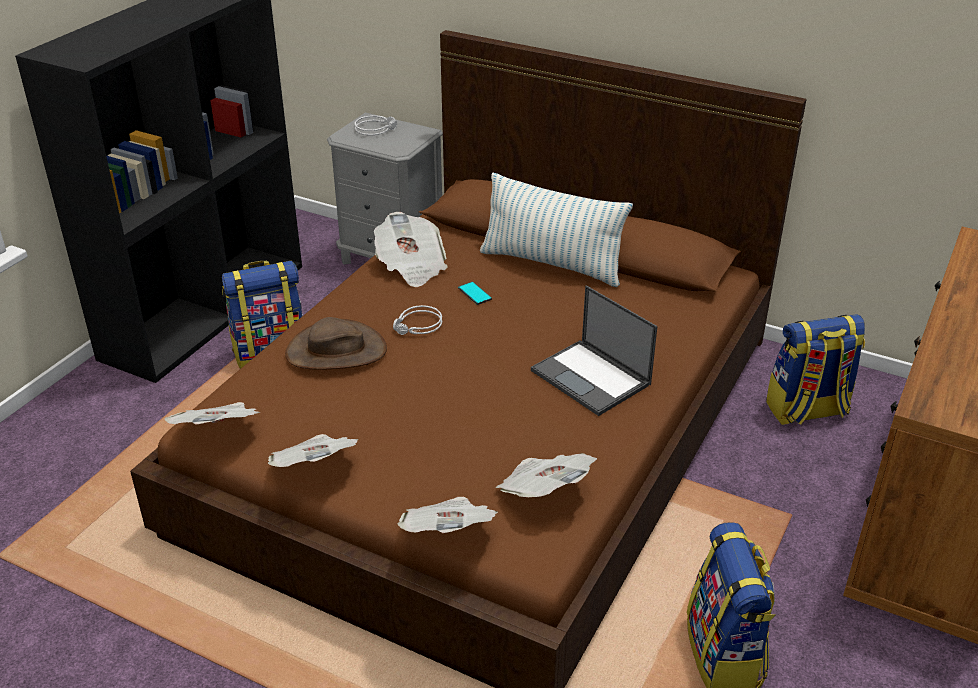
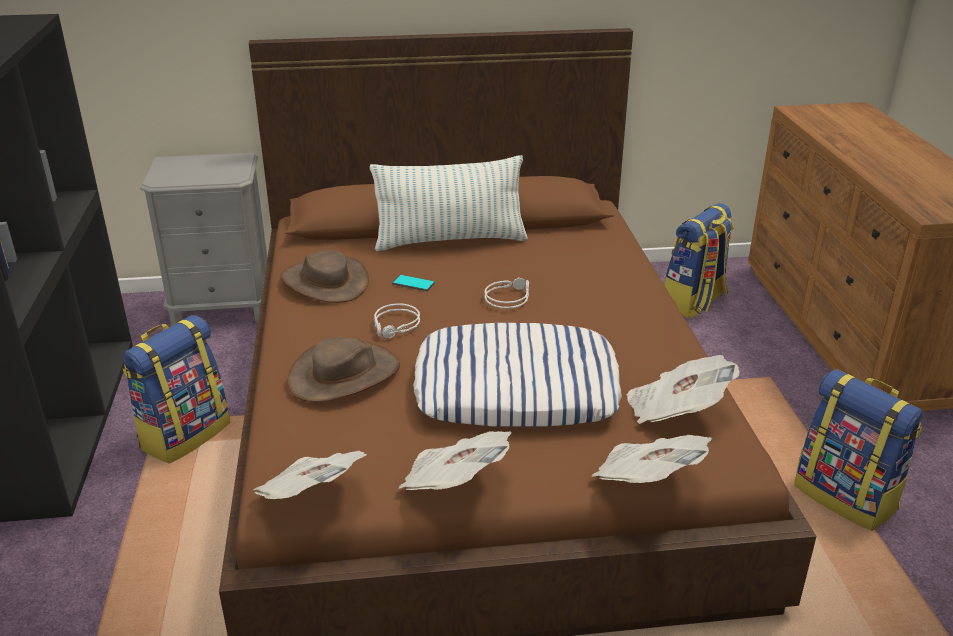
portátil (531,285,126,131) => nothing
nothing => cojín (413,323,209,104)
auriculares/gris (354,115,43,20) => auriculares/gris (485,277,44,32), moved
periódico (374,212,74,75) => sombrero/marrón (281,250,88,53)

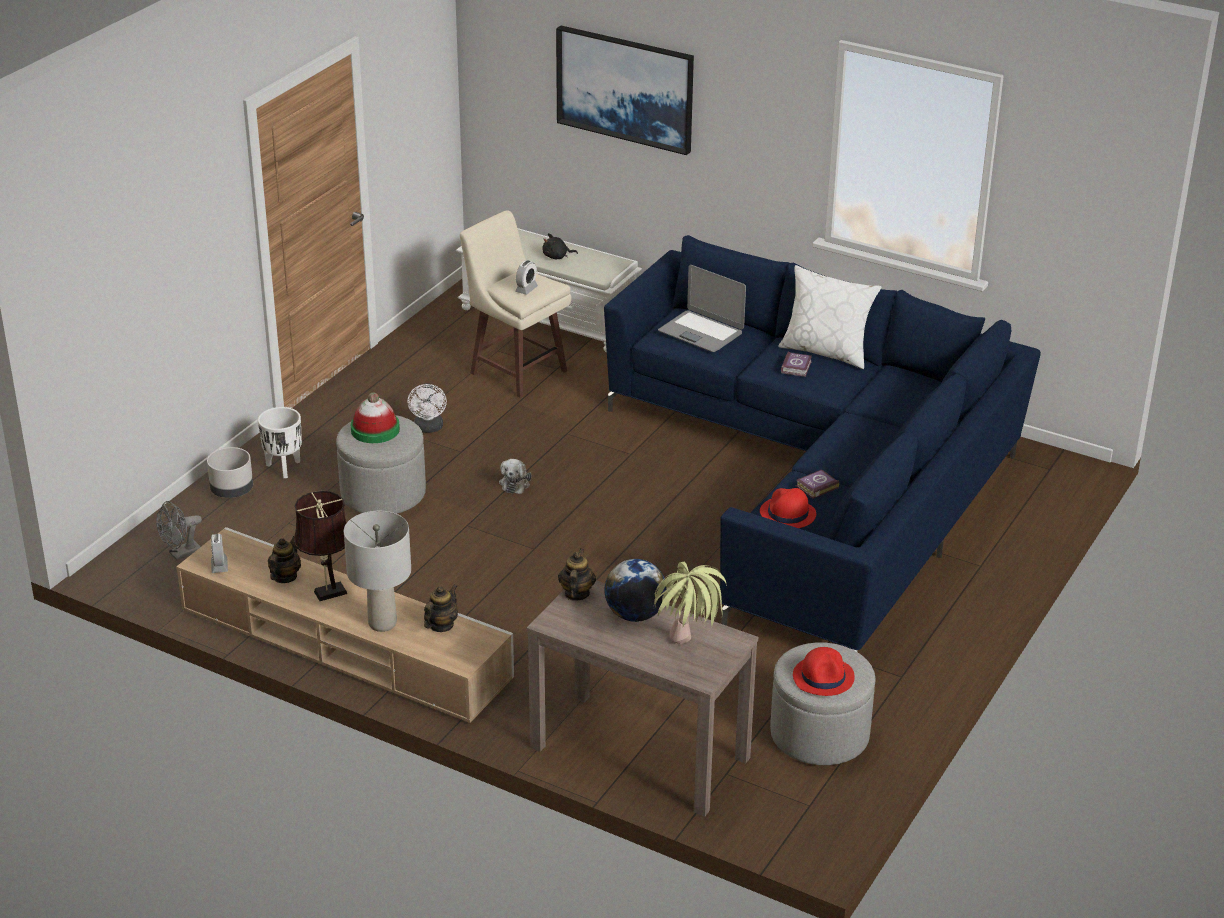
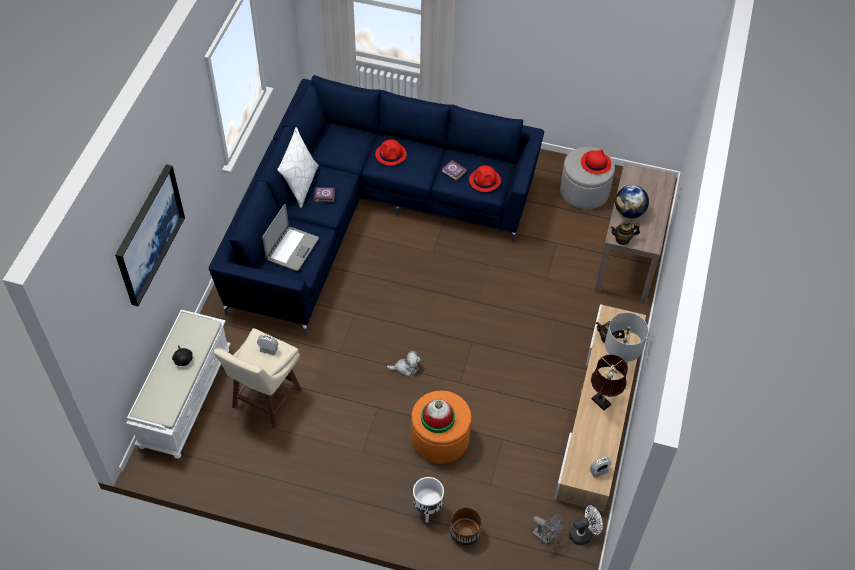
tetera (268,536,33,47) => nothing
planta en maceta (654,562,72,82) => nothing
nothing => sombrero/rojo (375,139,32,27)
ventilador/blanco (408,383,39,50) => ventilador/blanco (569,505,34,40), moved
maceta/gris (207,447,46,51) => maceta/marrón (450,507,32,39)
puf/gris (336,415,90,99) => puf/naranja (411,391,60,73)

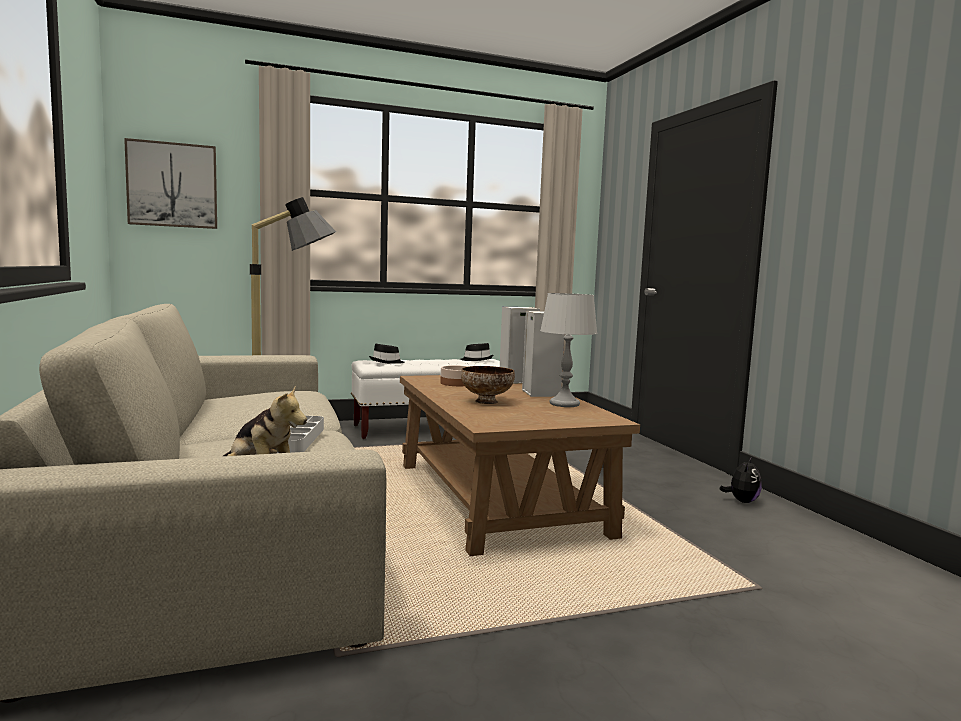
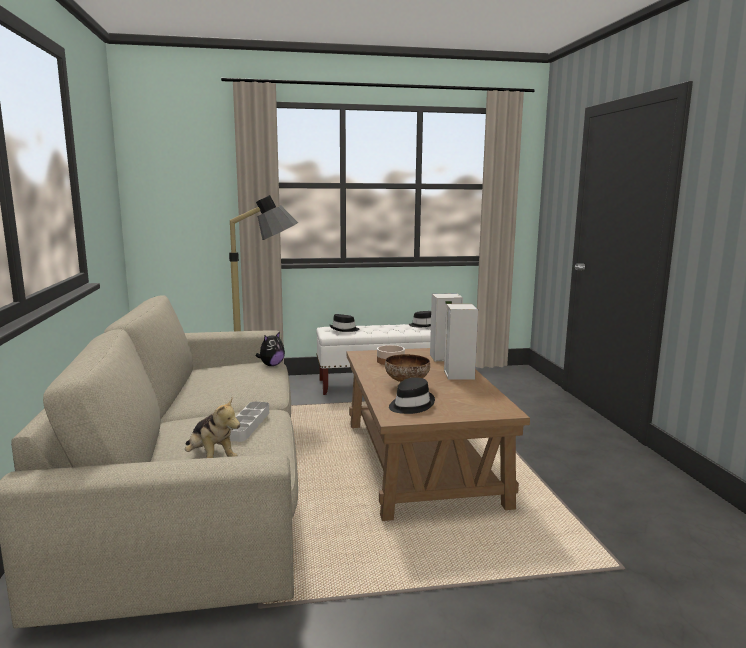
cuadro (124,138,93,91) => nothing
lámpara de mesa/gris (540,293,57,114) => nothing
nothing => sombrero/negro (389,377,46,37)
peluche (720,458,42,45) => peluche (256,332,29,34), moved

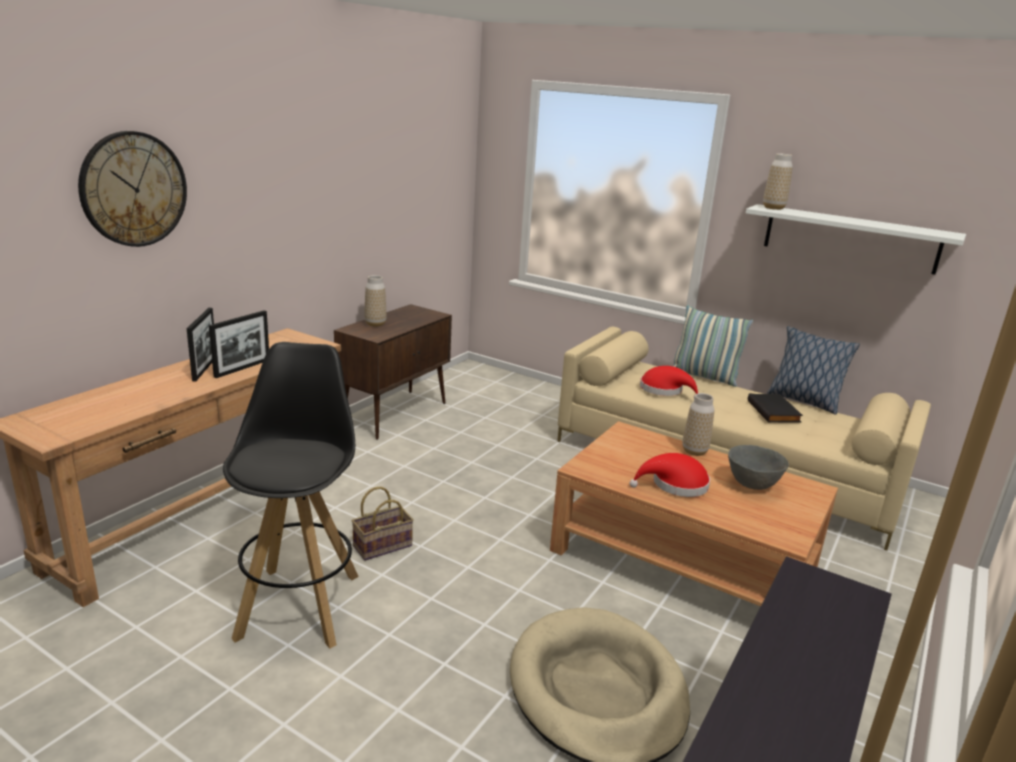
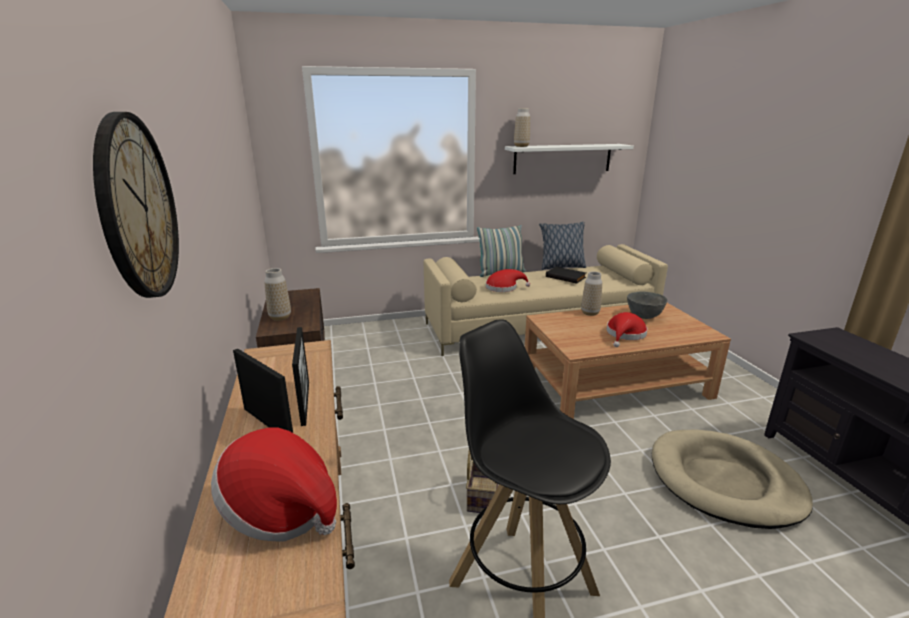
nothing => sombrero (211,427,126,115)

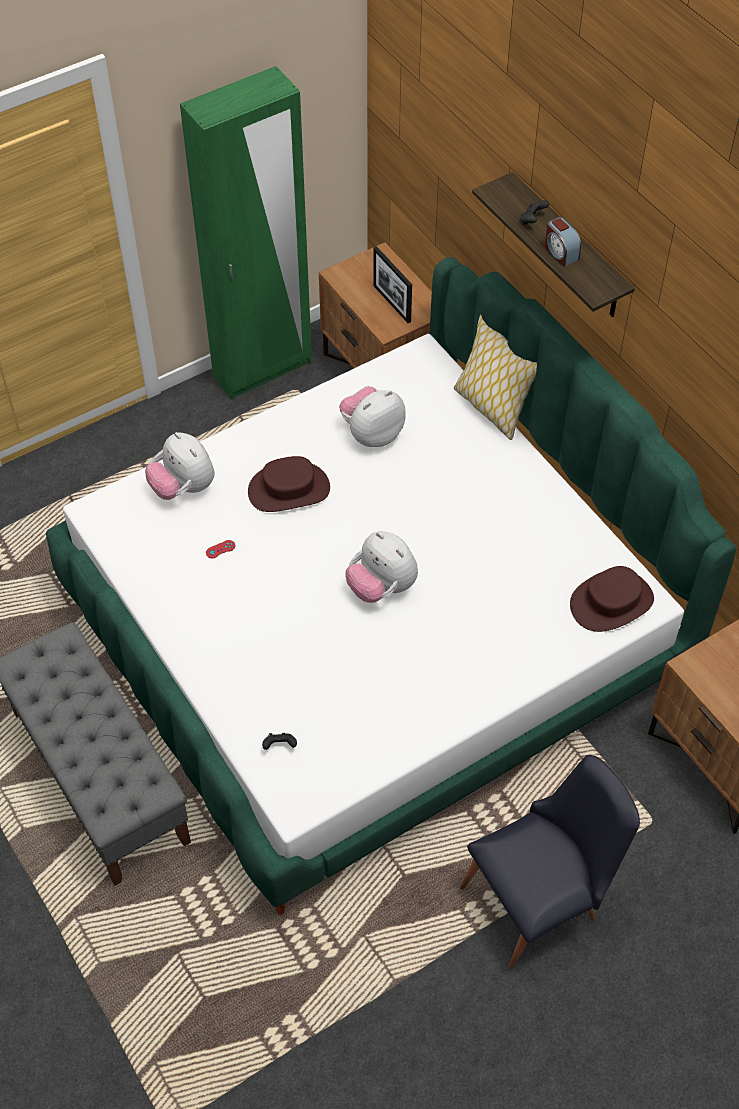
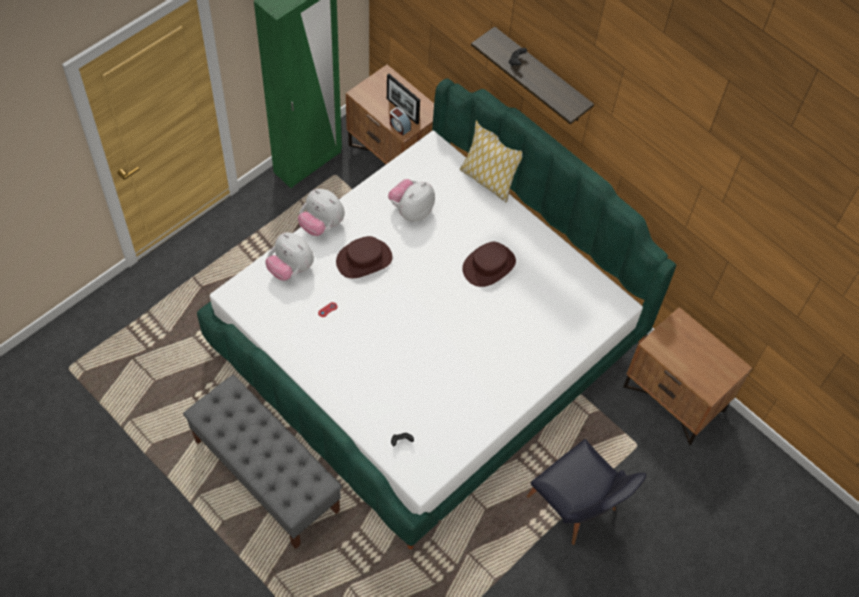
peluche (345,531,73,72) => peluche (298,189,47,47), moved
despertador (545,217,36,49) => despertador (390,107,21,29), moved
sombrero/marrón (570,566,84,66) => sombrero/marrón (462,242,54,45), moved
silla/negro (460,755,180,214) => silla/negro (527,439,119,106), 90 degrees clockwise

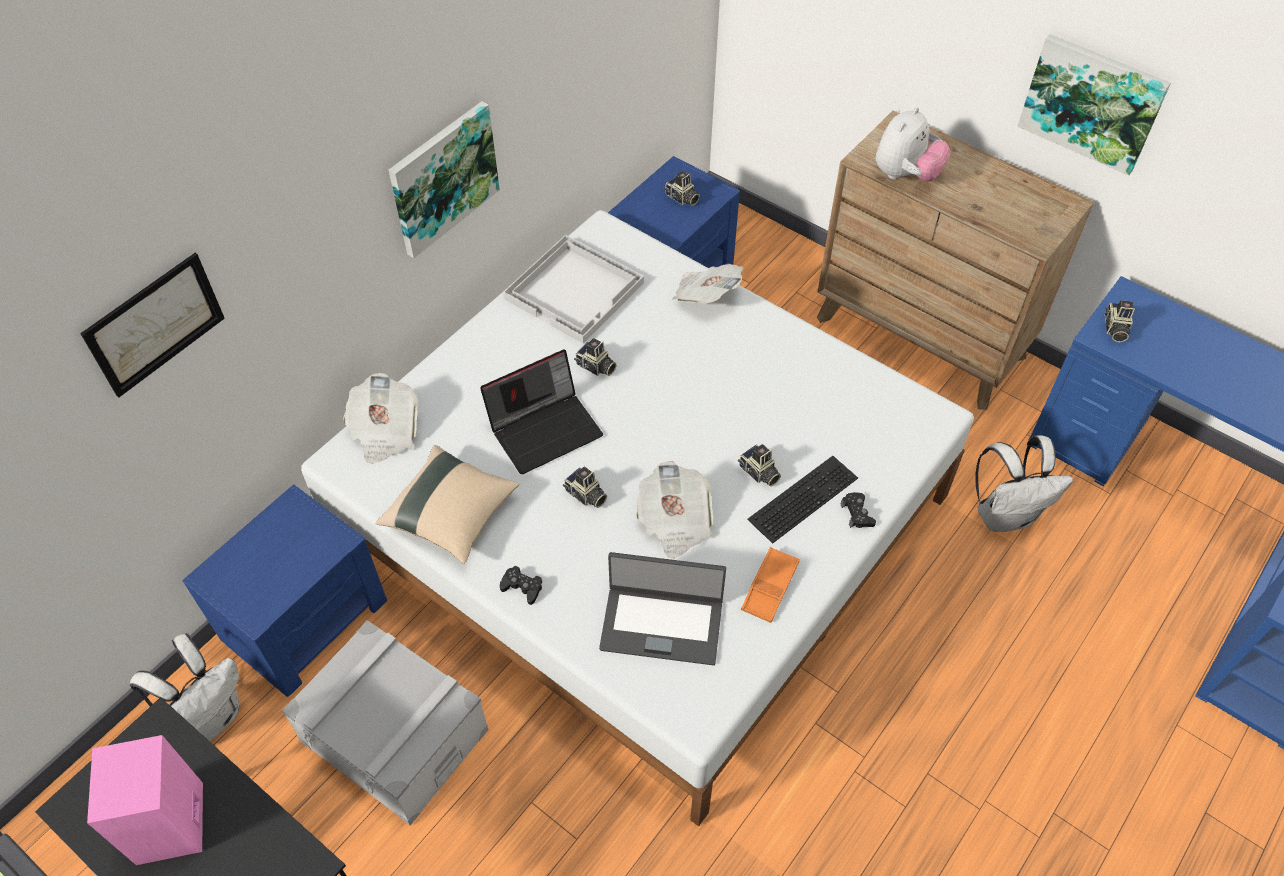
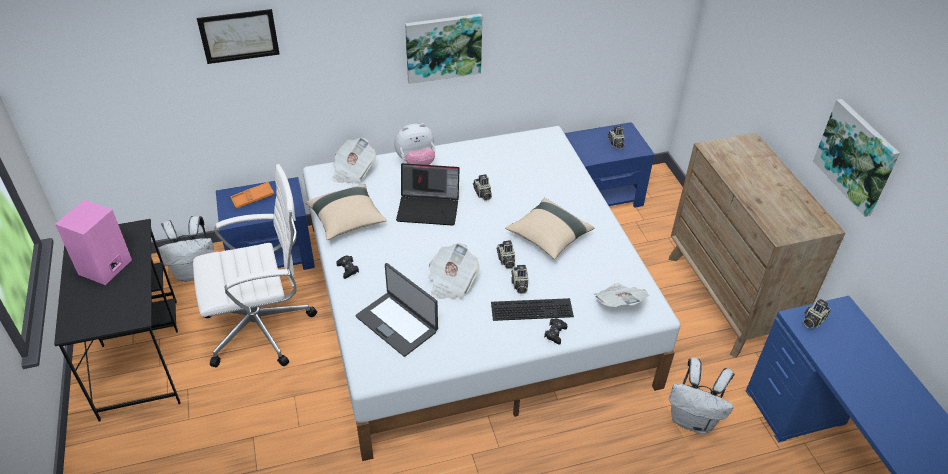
bandeja/blanco (503,235,141,109) => nothing
nothing => cojín/beis (505,198,90,61)
cámara (563,467,44,41) => cámara (496,240,19,29), moved
periódico (673,264,71,40) => periódico (594,283,56,24), moved
bandeja/naranja (741,547,59,76) => bandeja/naranja (230,182,44,27), moved
peluche (876,107,74,75) => peluche (394,123,41,42), moved
caja de almacenaje/gris (282,620,206,205) => silla de oficina/blanco (193,164,124,203)

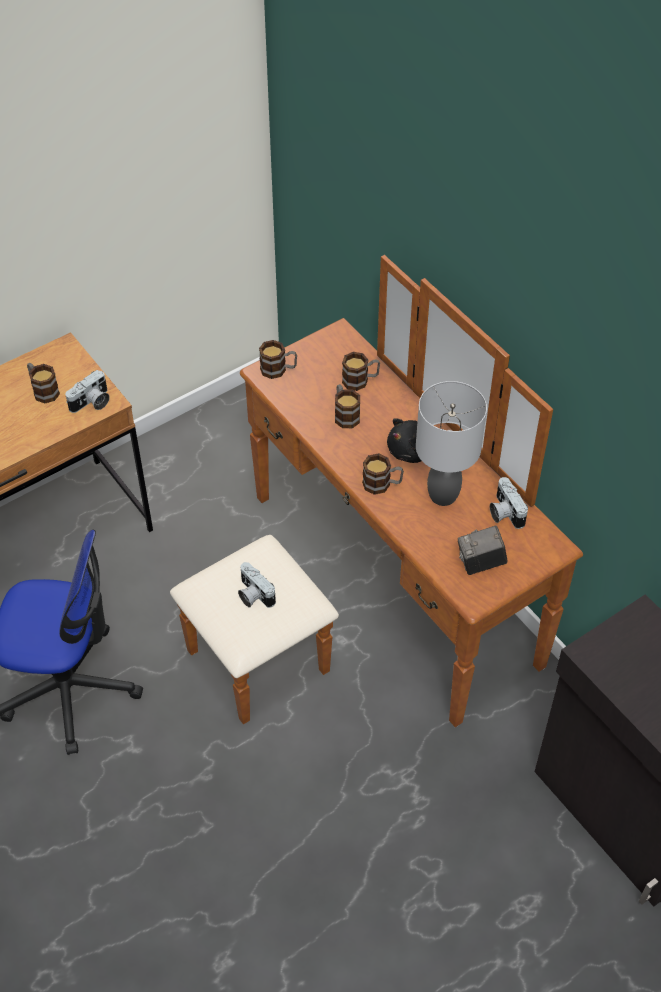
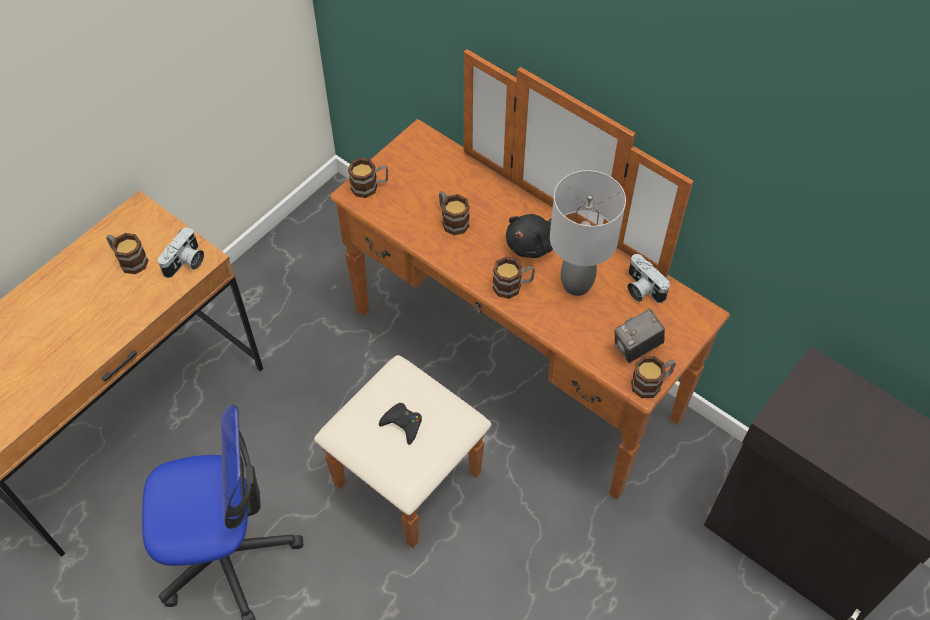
taza grande (342,352,38,39) => taza grande (631,356,45,42), moved
cámara (238,562,38,46) => mando de consola/negro (379,403,43,42)

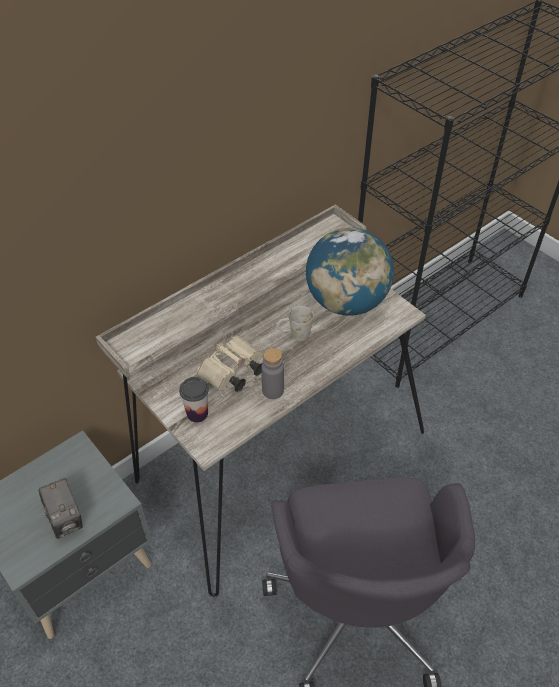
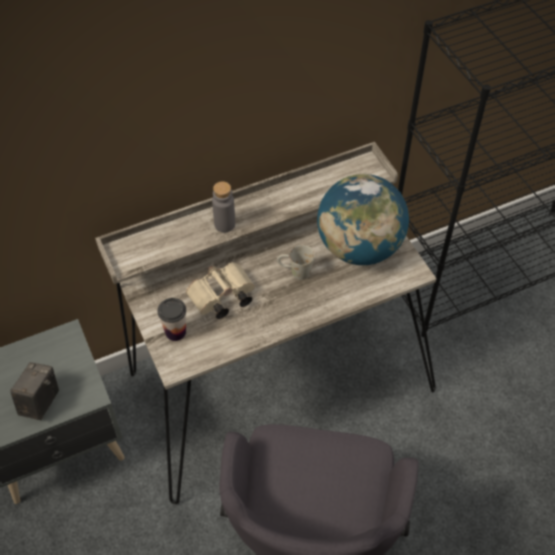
botella/gris (261,348,23,51) => botella/gris (212,181,23,51), moved
cámara (38,478,45,61) => cámara (10,362,49,58), 150 degrees counterclockwise

